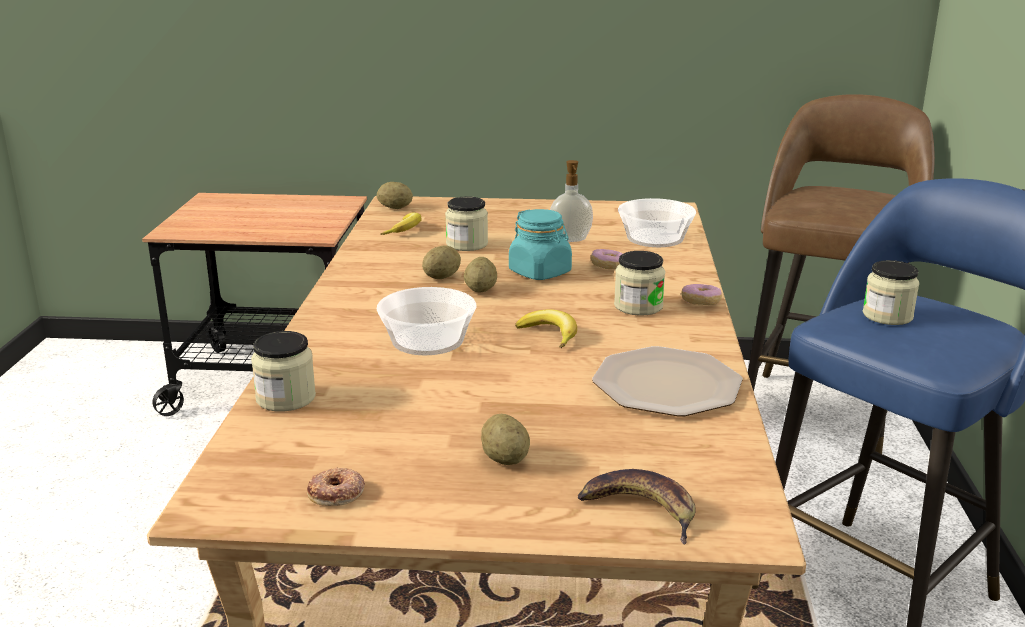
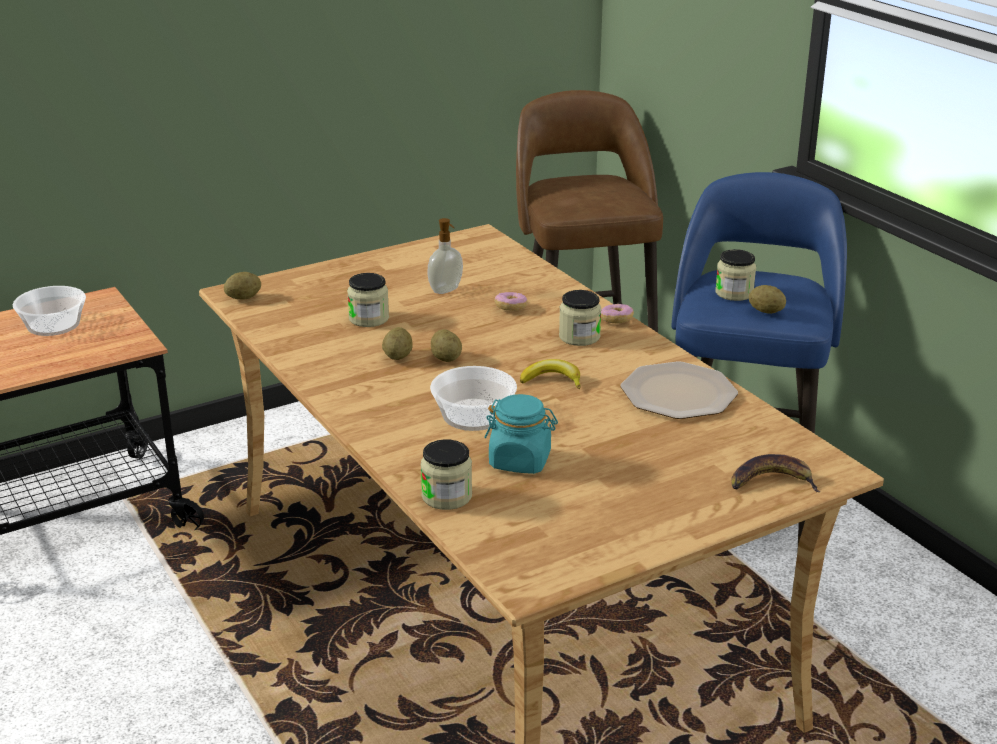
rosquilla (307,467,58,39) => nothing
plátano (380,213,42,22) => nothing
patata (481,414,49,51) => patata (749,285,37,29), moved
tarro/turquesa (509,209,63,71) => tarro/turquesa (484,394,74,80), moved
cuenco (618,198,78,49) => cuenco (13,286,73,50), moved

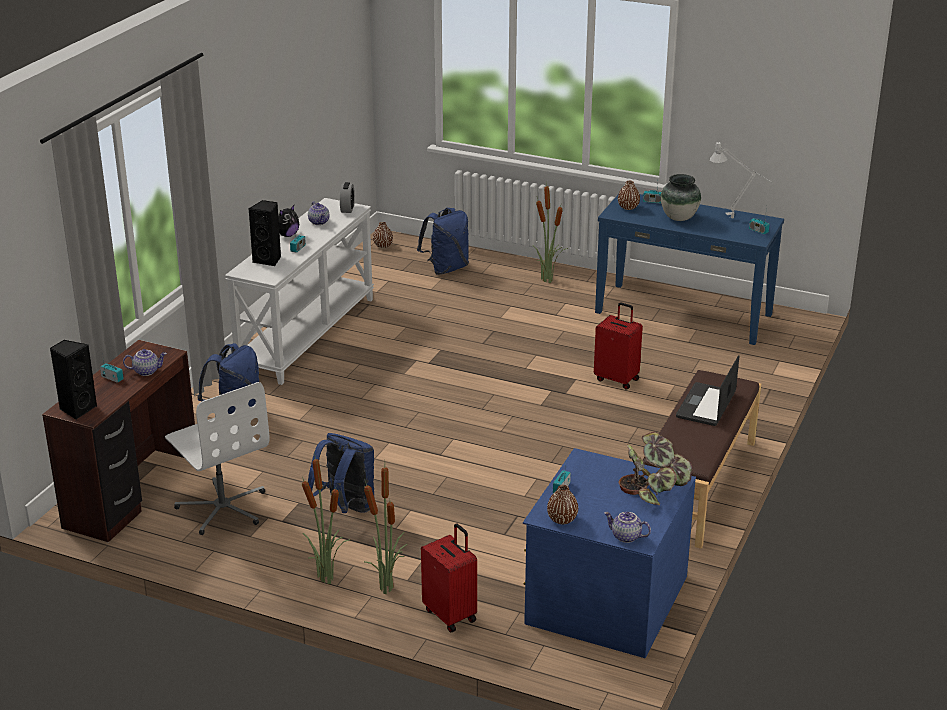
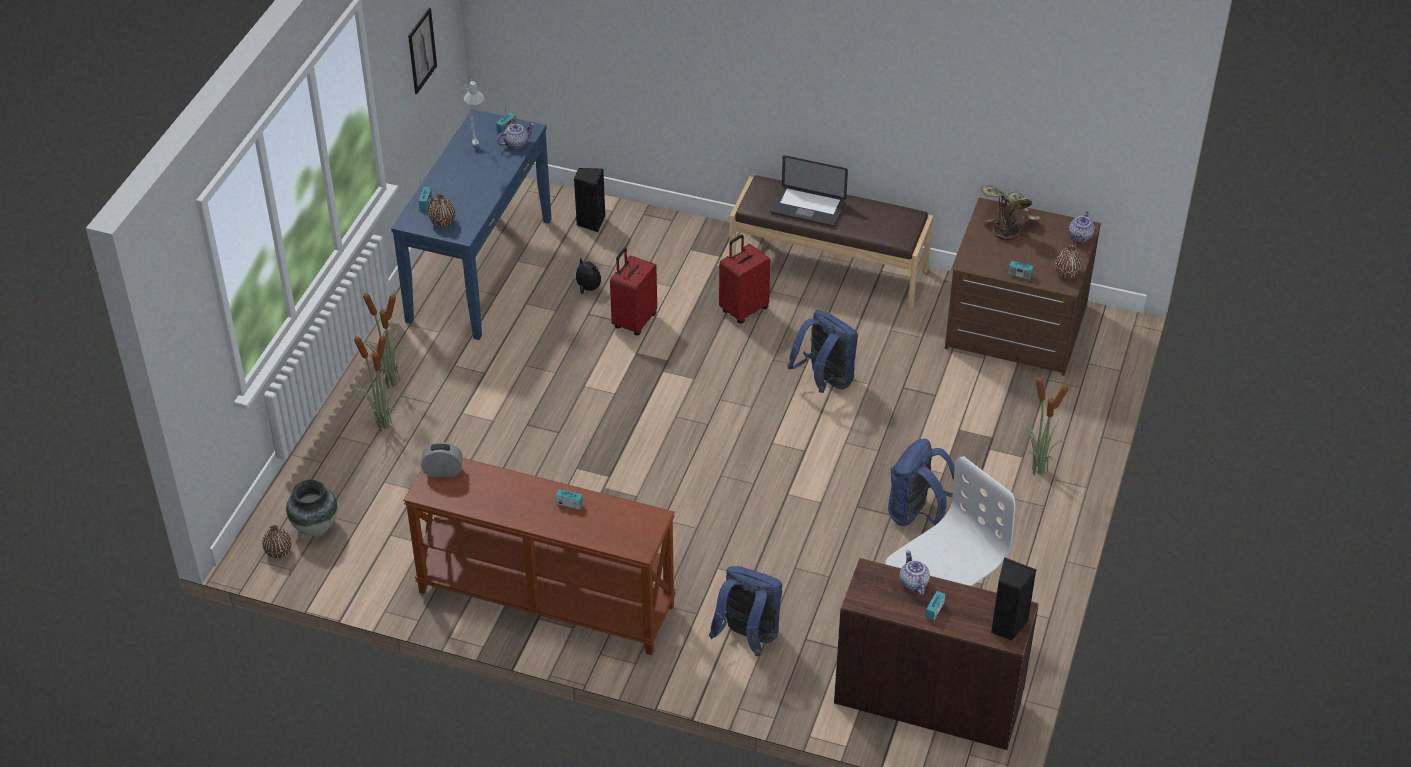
nothing => cuadro (408,8,29,86)
altavoz/negro (249,200,32,67) => altavoz/negro (574,168,31,64), moved
peluche (278,205,21,32) => peluche (571,257,30,37), moved
planta en maceta (302,452,49,132) => planta en maceta (353,333,46,98), moved
tetera (308,201,21,24) => tetera (497,123,37,26), moved
mochila/azul (417,208,52,67) => mochila/azul (787,310,71,83), moved
maleta/rojo (421,523,56,109) => maleta/rojo (719,235,51,89), moved
florero (660,174,41,47) => florero (286,479,52,57), moved
mesa consola/blanco (225,198,149,187) => mesa consola/marrón (403,458,273,197)
cómoda/azul (523,448,173,210) => cómoda/marrón (945,197,156,179)

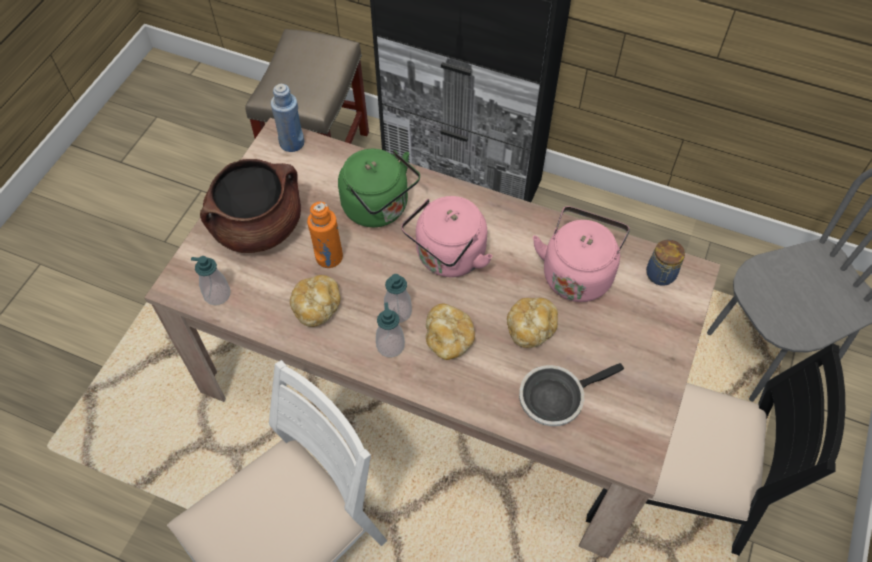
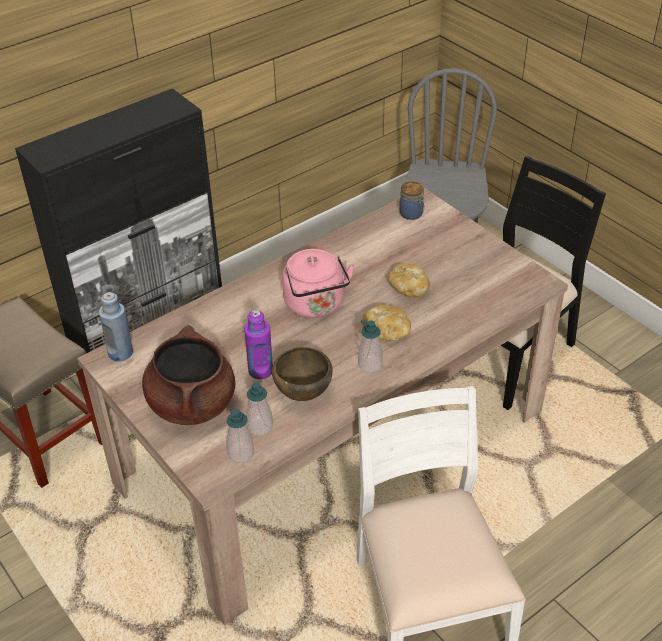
hervidor/verde (338,149,82,78) => nothing
sartén (519,363,105,63) => nothing
hervidor/rosa (533,206,97,96) => nothing
dispensador de jabón (384,274,28,49) => dispensador de jabón (246,382,27,54), moved
pan (290,275,51,52) => cuenco/marrón (272,347,60,54)
botella/naranja (307,202,36,66) => botella/morado (244,310,29,69)

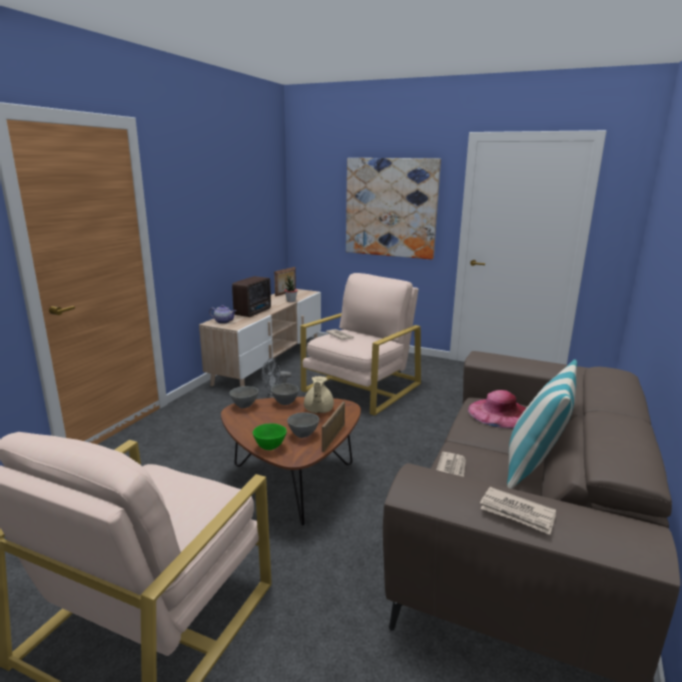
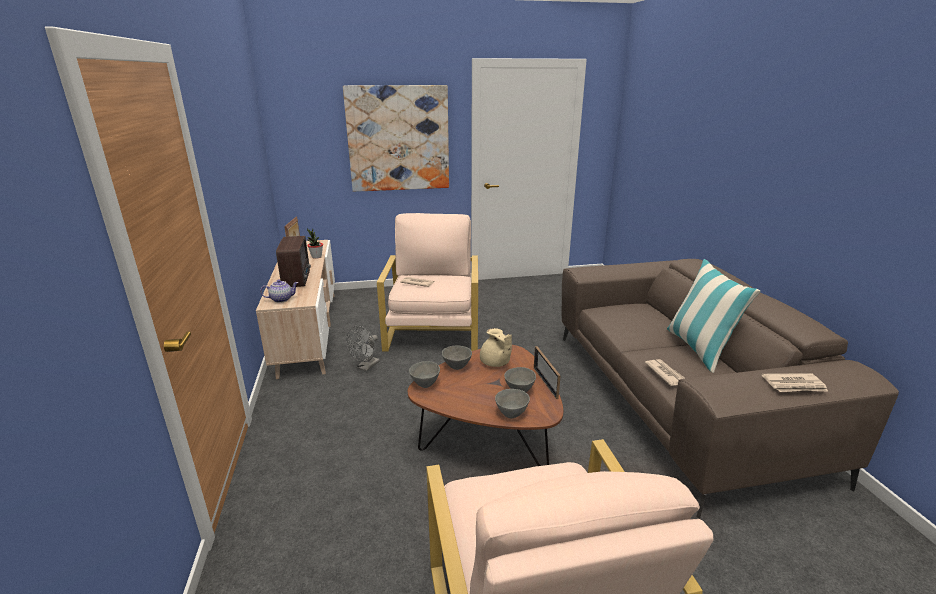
sombrero/rosa (468,390,58,39) => nothing
cuenco/verde (253,423,34,27) => cuenco/gris (495,389,35,29)

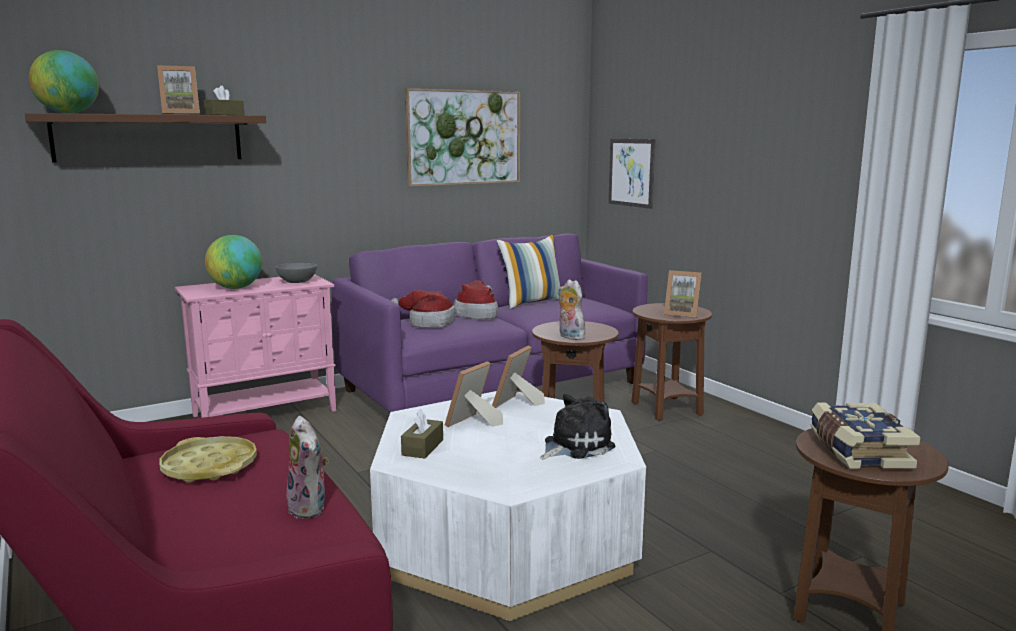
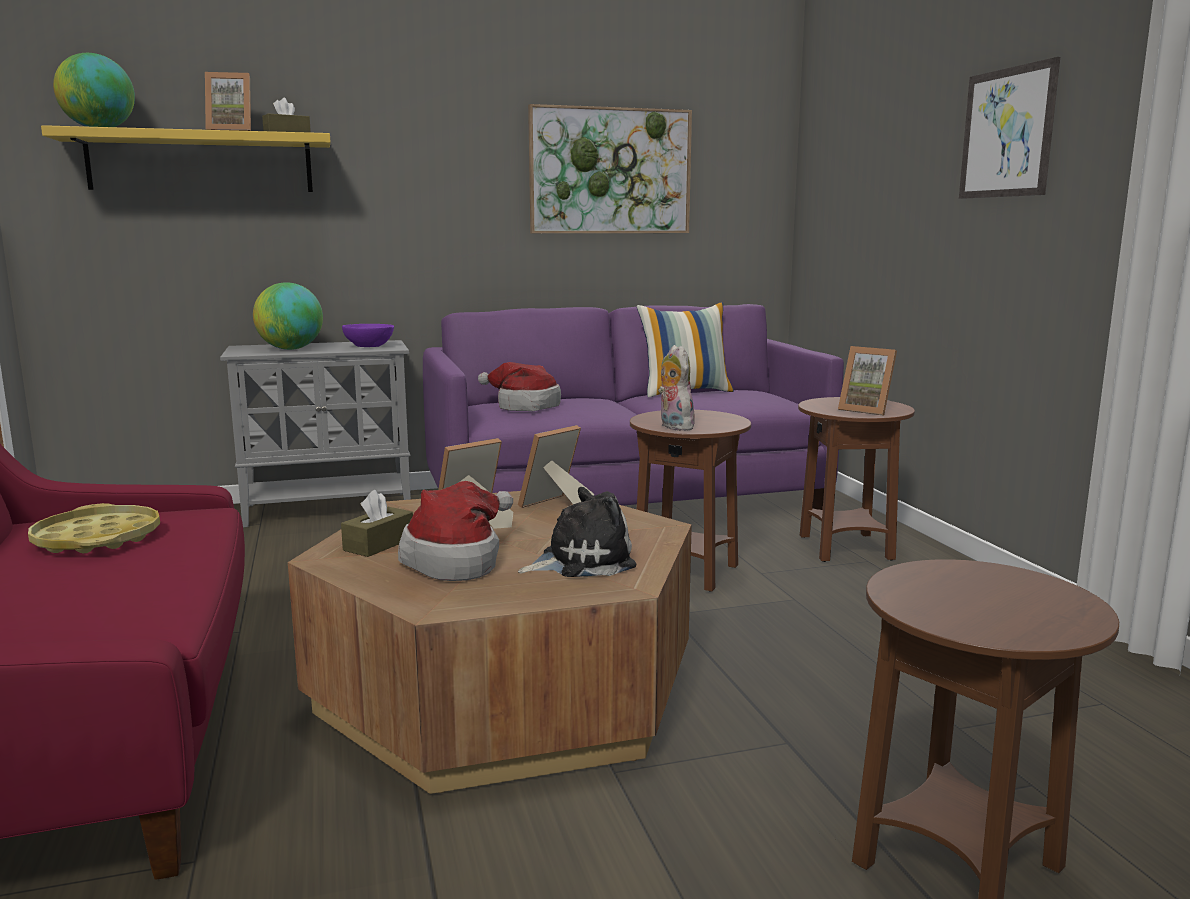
peluche (286,416,43,103) => nothing
libro (810,403,110,66) => nothing
sombrero (454,280,44,39) => sombrero (398,481,115,100), moved
cuadro (608,139,48,70) => cuadro (959,57,101,142), moved
estante/marrón (25,113,241,50) => estante/amarillo (41,125,289,67)
armario/rosa (175,274,161,144) => armario/gris (220,340,191,187)
cuenco/gris (276,263,41,20) => cuenco/morado (342,324,52,23)
mesa de centro/blanco (370,391,276,230) => mesa de centro/marrón (288,491,404,303)

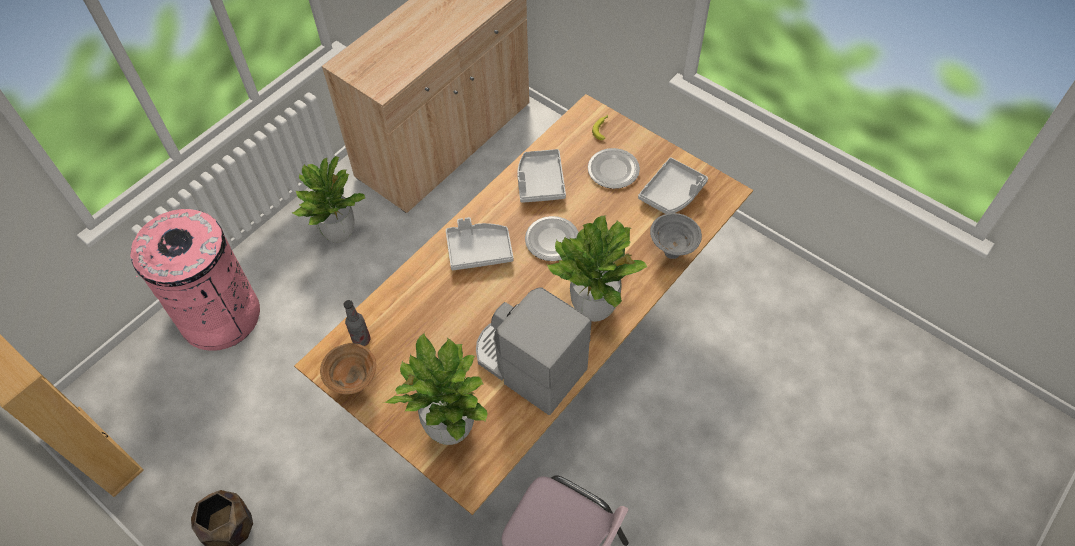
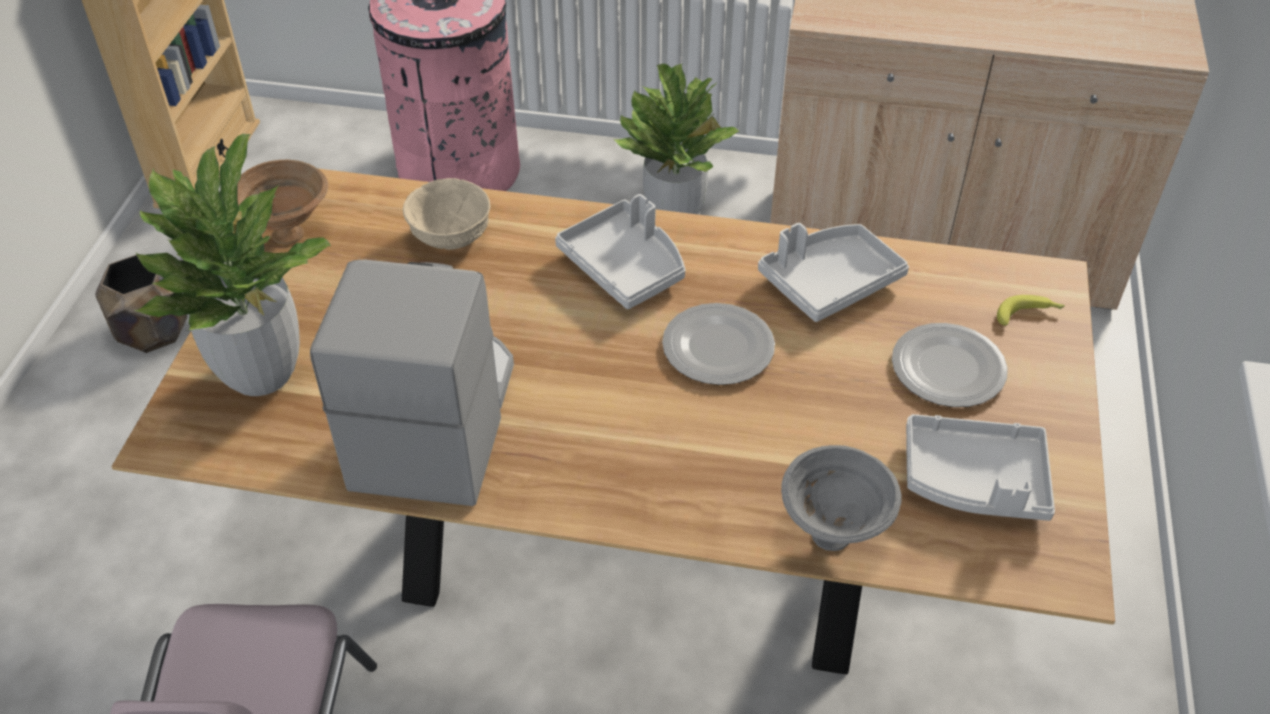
botella (344,300,27,46) => nothing
planta en maceta (547,215,101,107) => nothing
nothing => cuenco/beis (403,178,87,72)

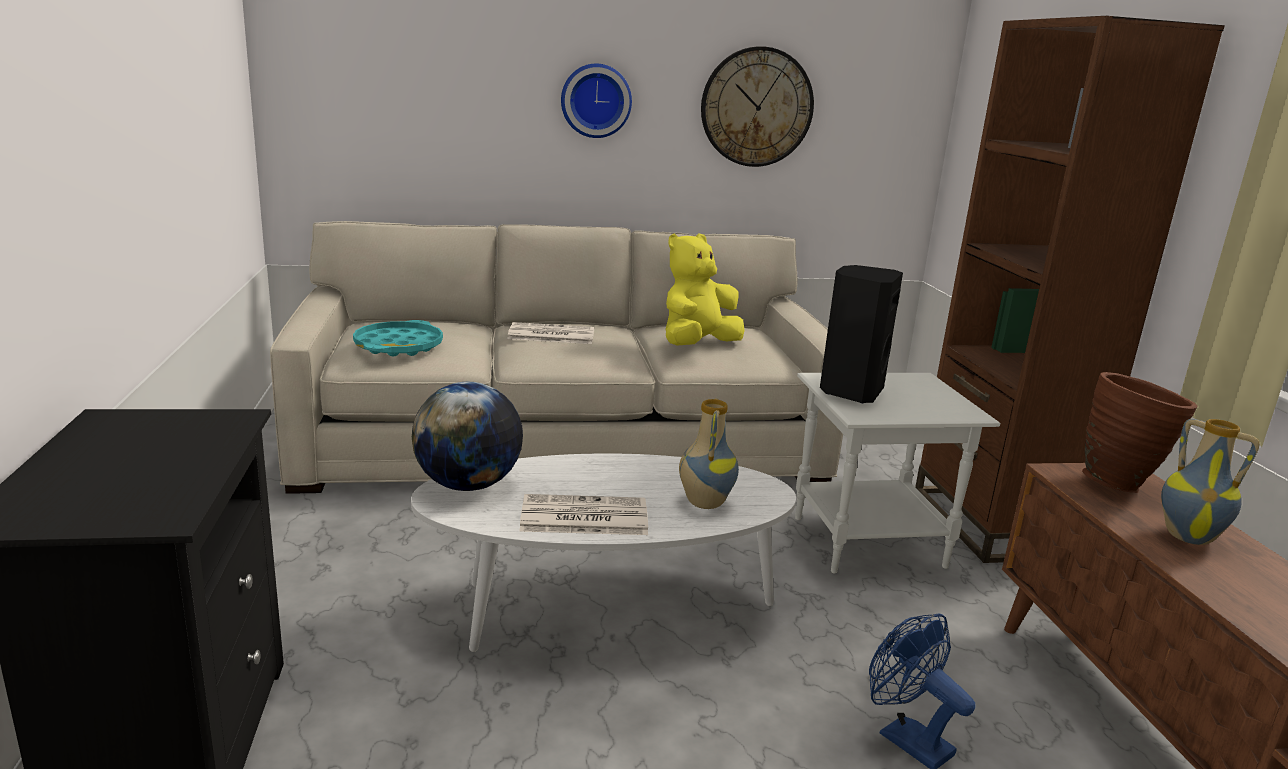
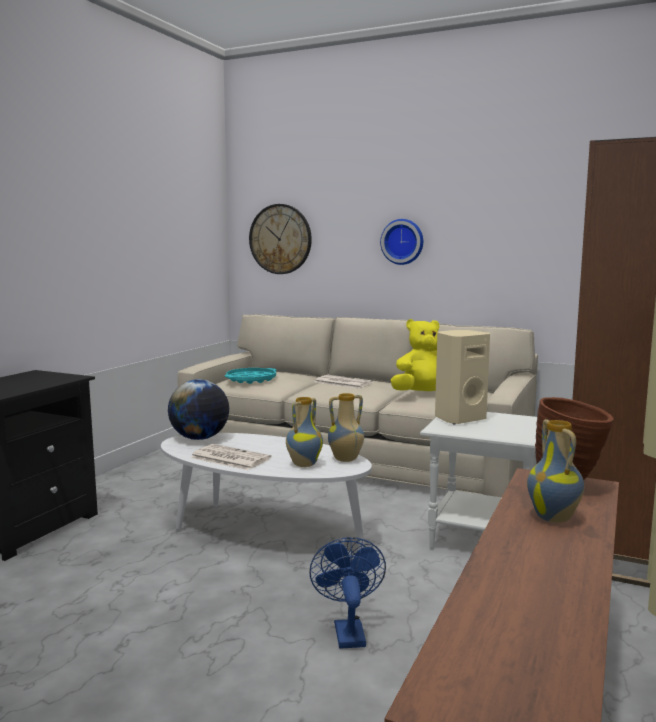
nothing => florero (328,393,36,69)
reloj de pared (701,47,113,120) => reloj de pared (249,204,63,70), moved
altavoz/negro (820,265,83,138) => altavoz/beis (435,330,55,95)

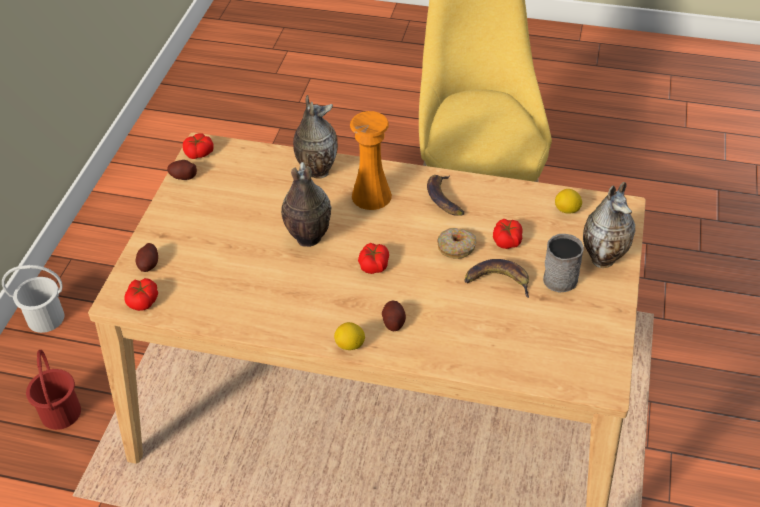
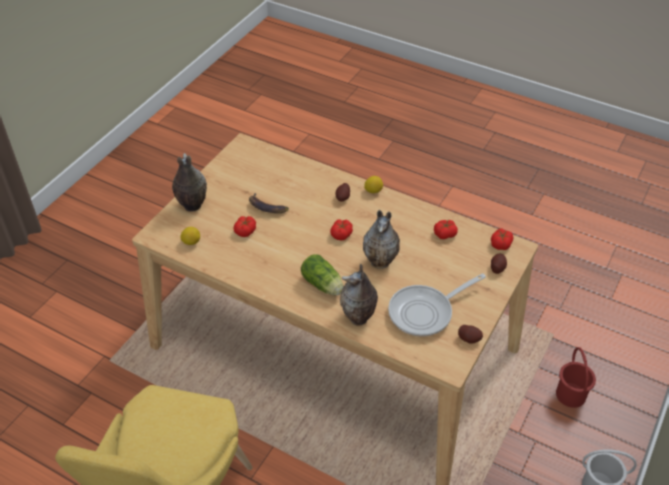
plátano (427,175,37,41) => nothing
rosquilla (437,228,39,31) => nothing
taza grande/gris (543,234,41,59) => nothing
nothing => sartén (388,273,98,64)
tomate (183,133,30,26) => tomate (434,220,24,19), moved
florero/naranja (350,111,42,99) => lechuga (301,254,42,41)

